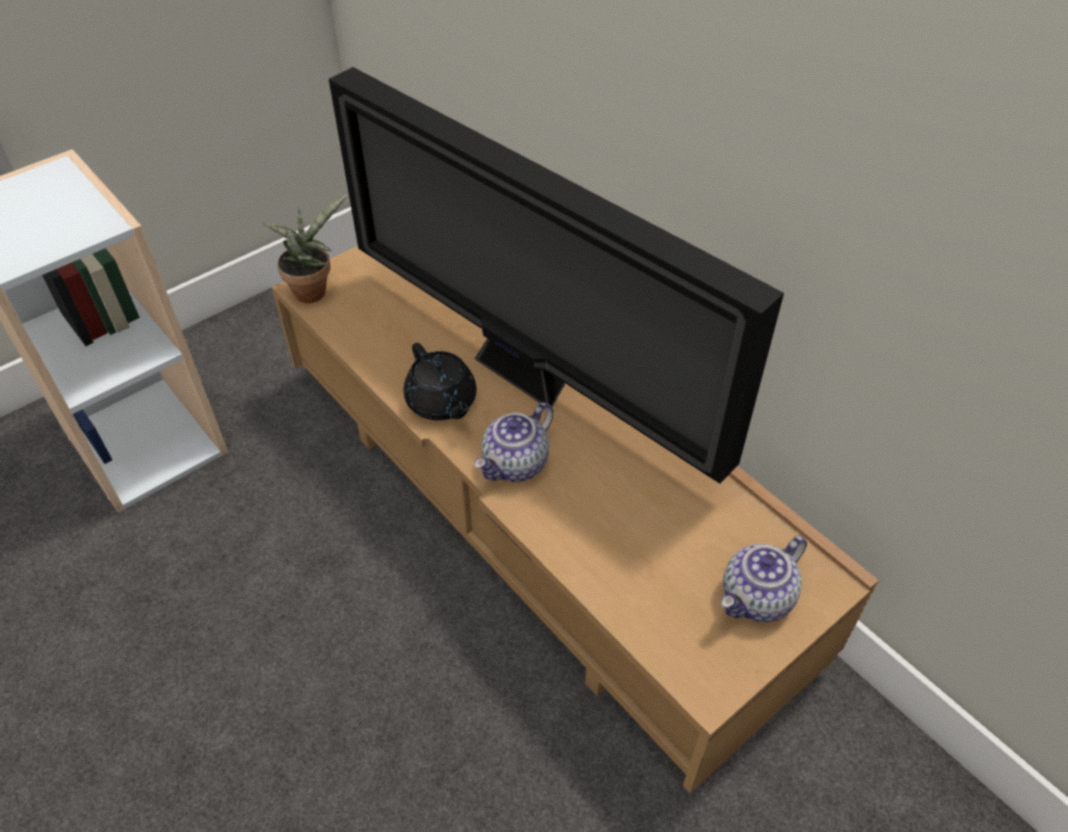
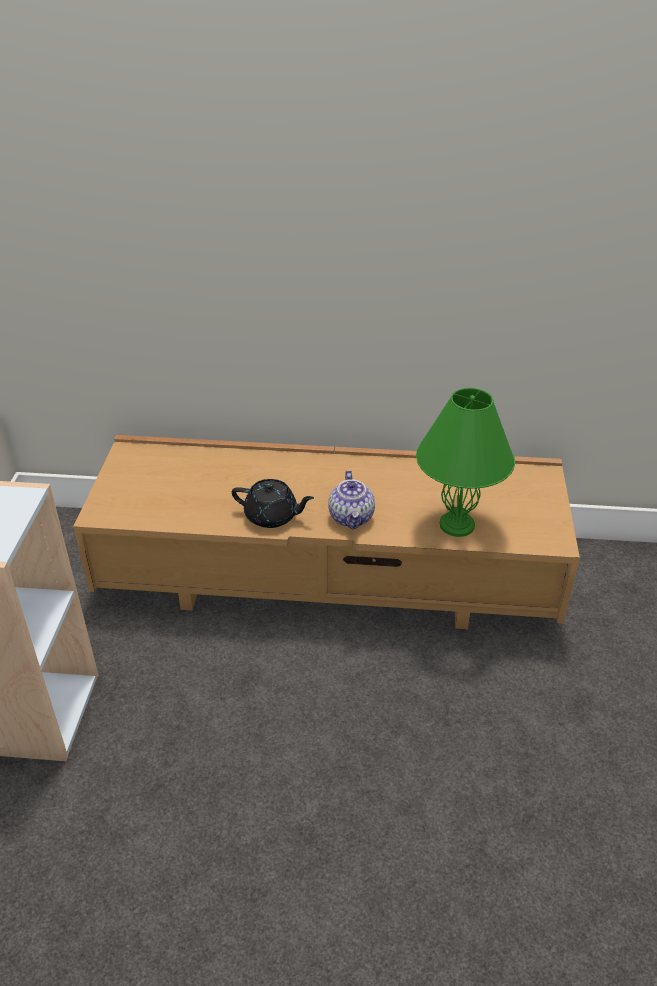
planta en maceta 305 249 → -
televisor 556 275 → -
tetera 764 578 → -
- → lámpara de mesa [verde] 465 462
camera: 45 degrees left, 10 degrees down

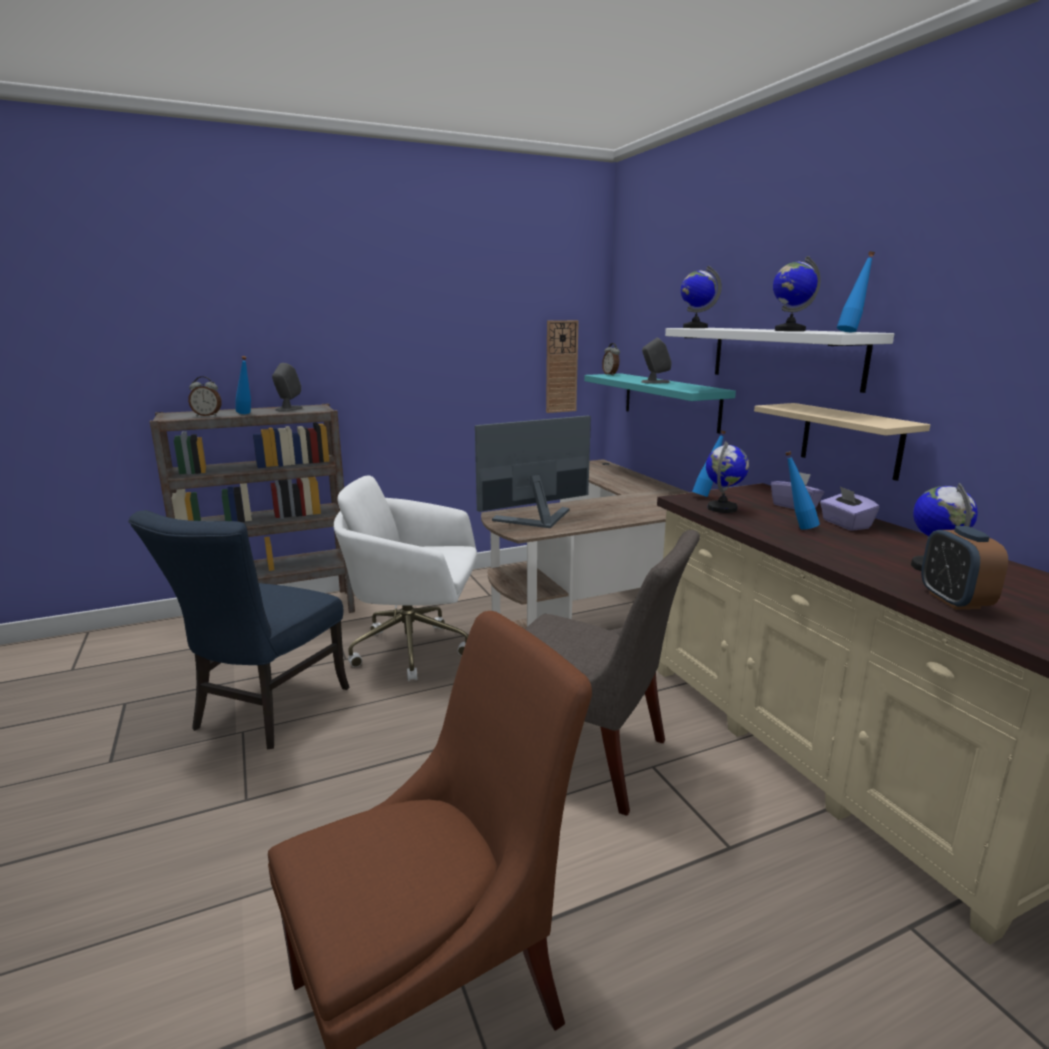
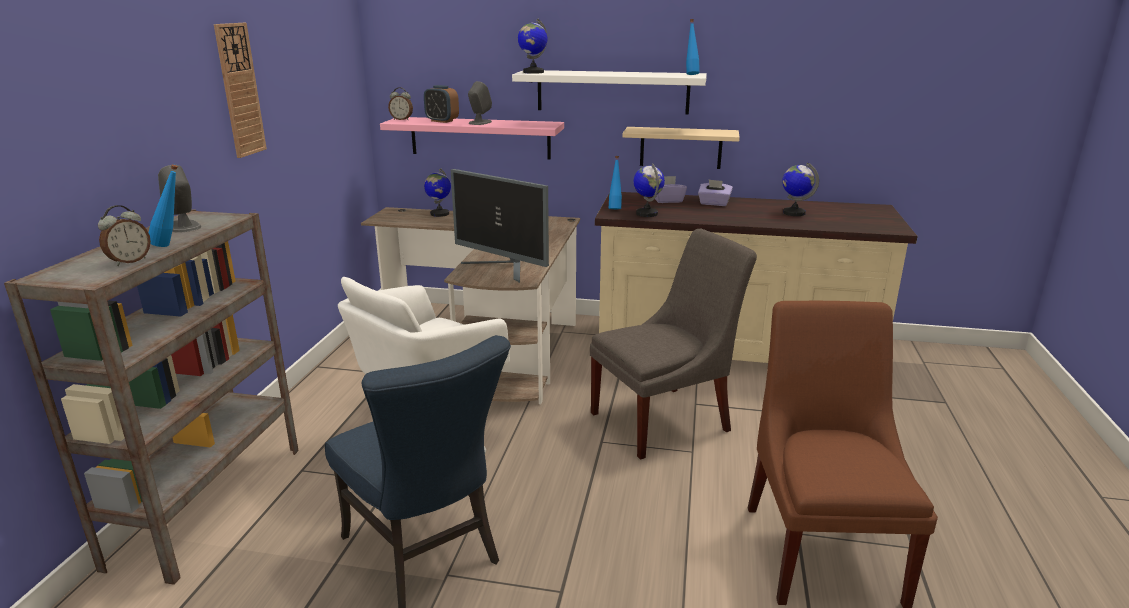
botella [azul] 802 490 → -
reloj de pared 562 366 → reloj de pared 240 90, move
globo terráqueo 797 293 → globo terráqueo 437 192, move
despertador 964 568 → despertador 441 104, move
estante [turquesa] 660 403 → estante [rosa] 472 138
monitor 533 472 → monitor 500 226, 60 degrees counterclockwise
camera: 55 degrees left, 5 degrees up

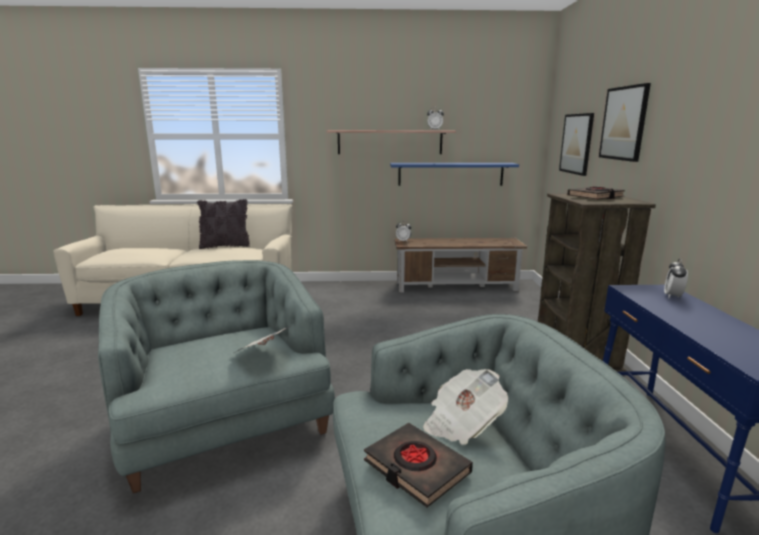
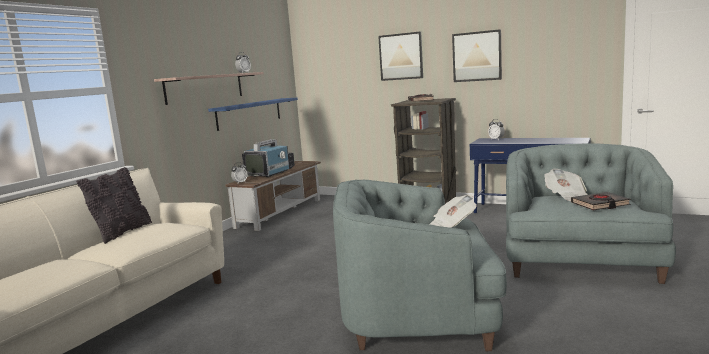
- → televisor 268 158
cuadro 576 144 → cuadro 477 55, move
camera: 60 degrees left, 5 degrees down

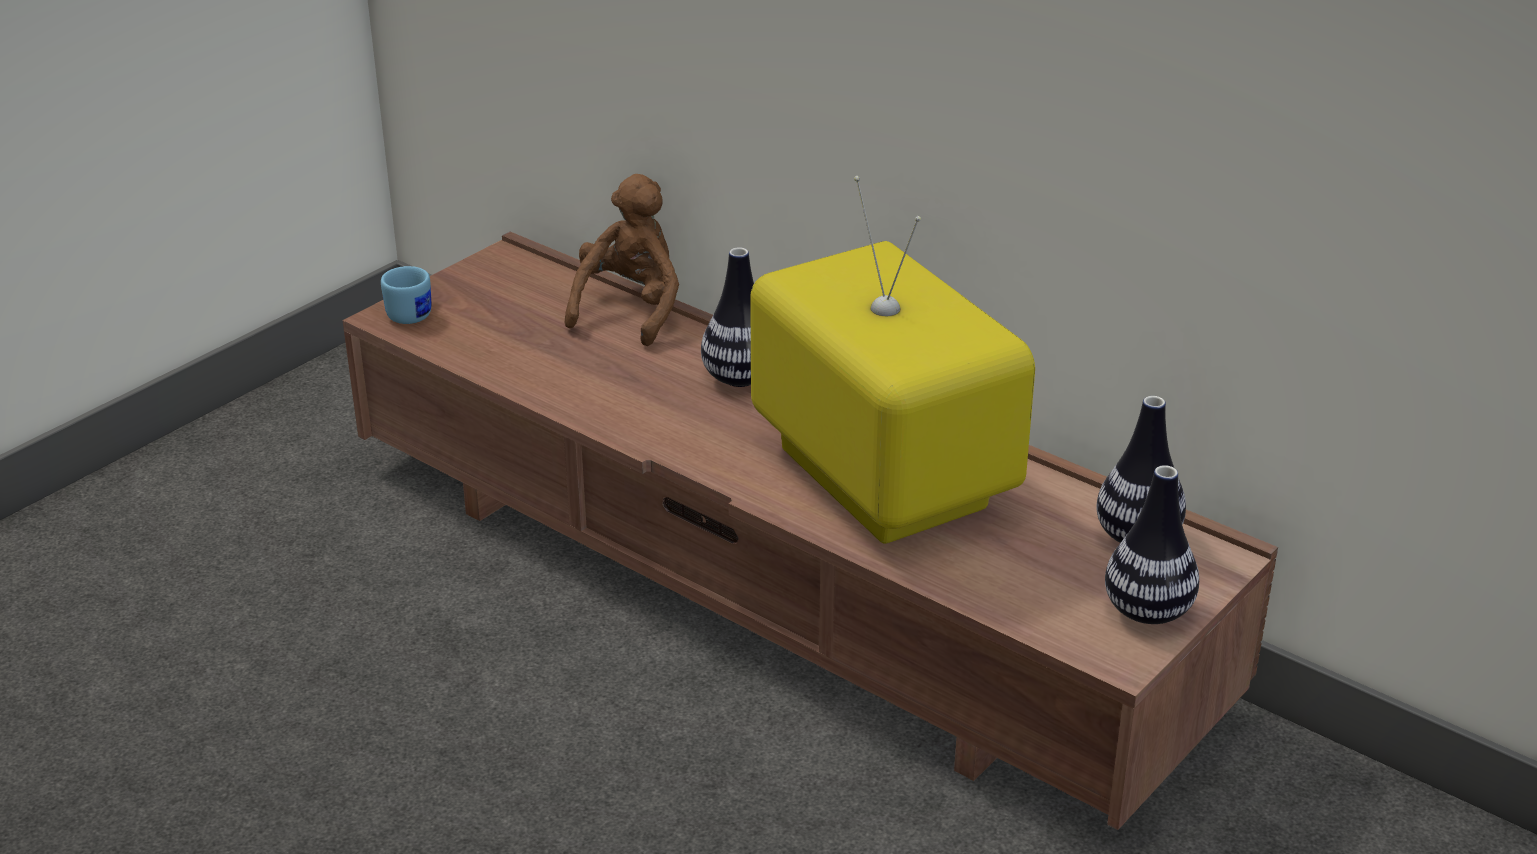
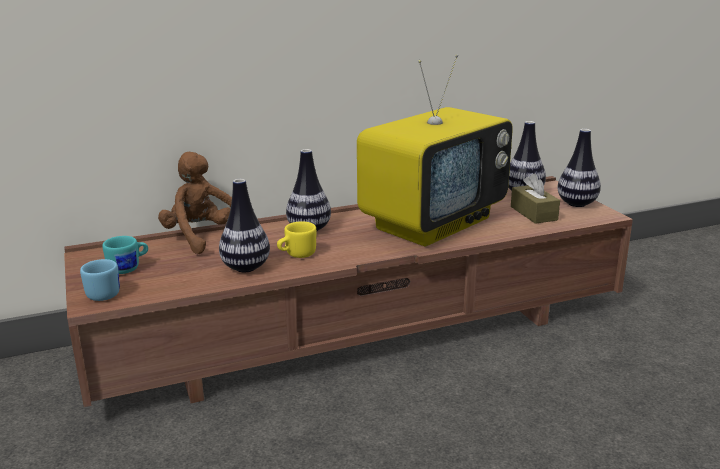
- → taza grande [turquesa] 125 255
- → florero 244 225
- → taza grande [amarillo] 296 239
- → caja de pañuelos [marrón] 535 199
televisor 892 360 → televisor 435 150, 135 degrees clockwise
camera: 60 degrees left, 10 degrees down

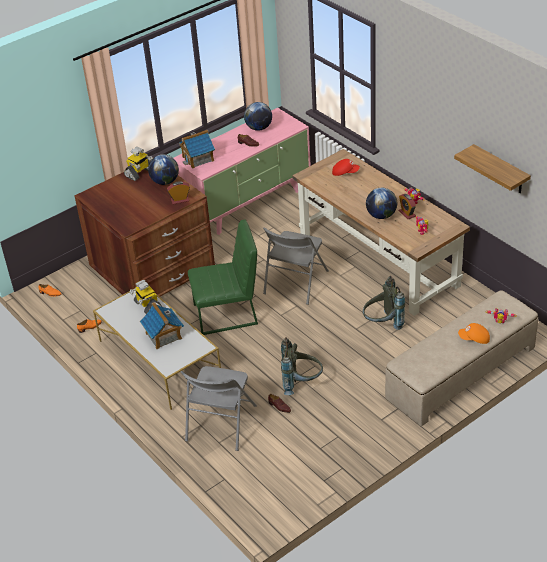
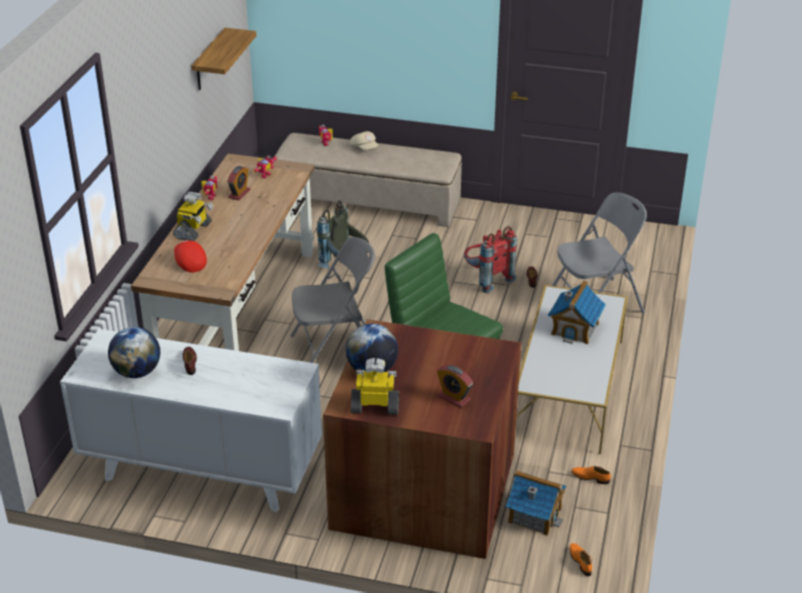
globo terráqueo 381 203 → -
robot de juguete 145 297 → robot de juguete 193 216, move
despertador 178 193 → despertador 455 386, move
casita 197 149 → casita 536 503, move
cómoda [rosa] 242 171 → cómoda [blanco] 191 420
mochila [gris] 302 366 → mochila [rojo] 490 259
gorra [naranja] 474 333 → gorra [beis] 364 140
camera: 130 degrees left, 5 degrees down

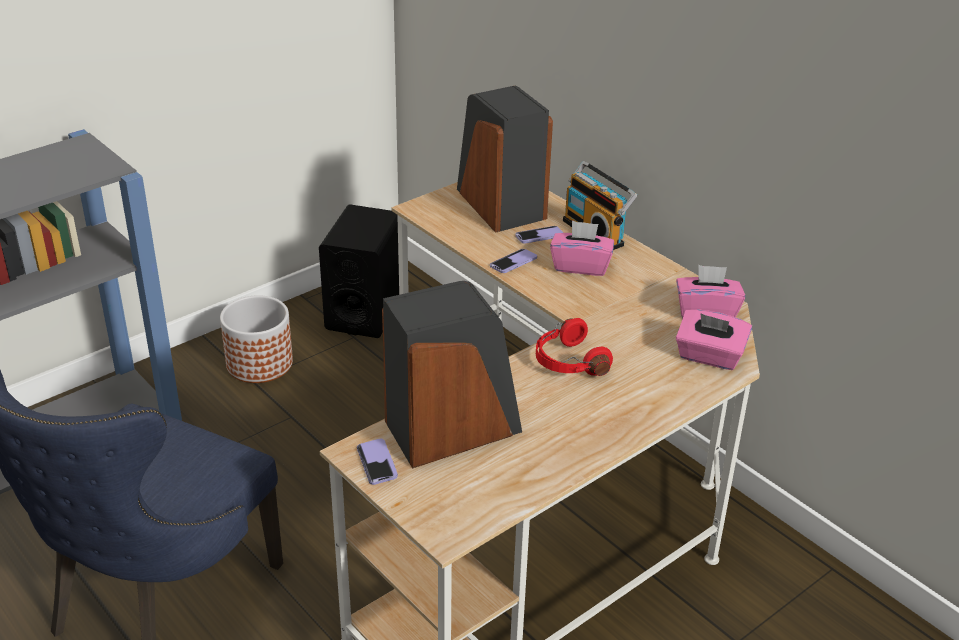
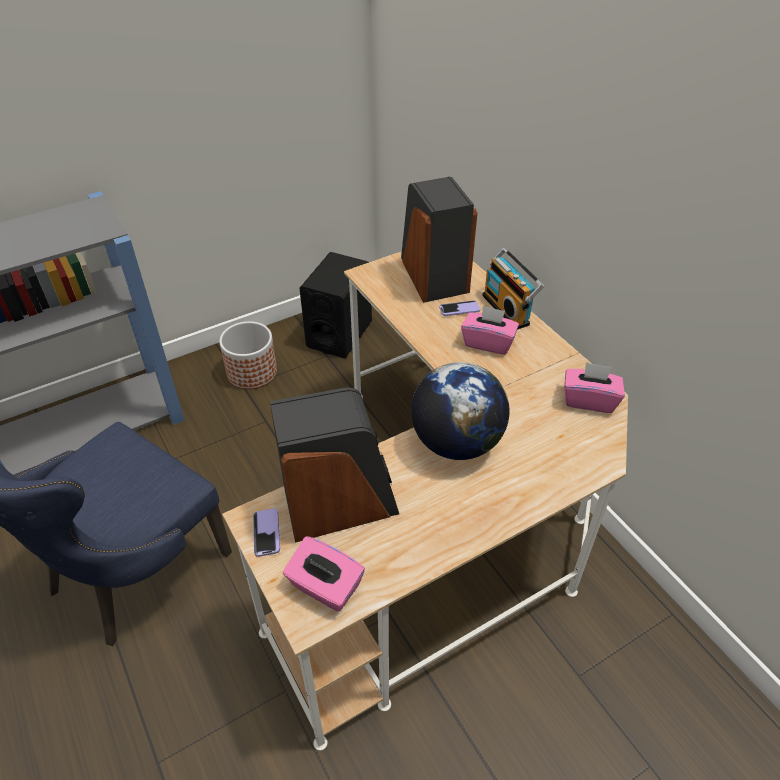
móvil 513 261 → -
caja de pañuelos [rosa] 714 339 → caja de pañuelos [rosa] 324 574, move
auriculares [rojo] 574 347 → globo terráqueo 460 411
camera: 10 degrees right, 10 degrees up

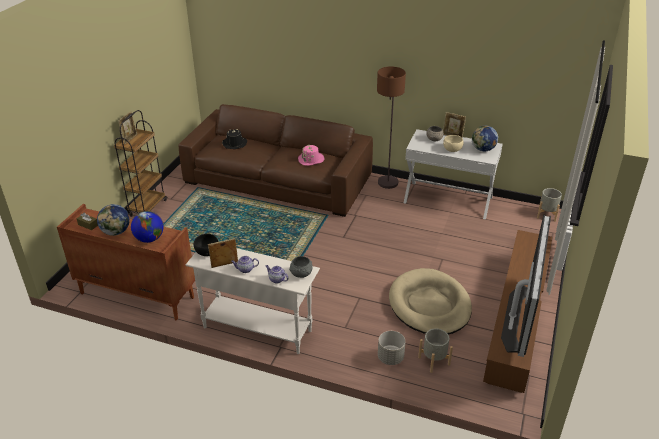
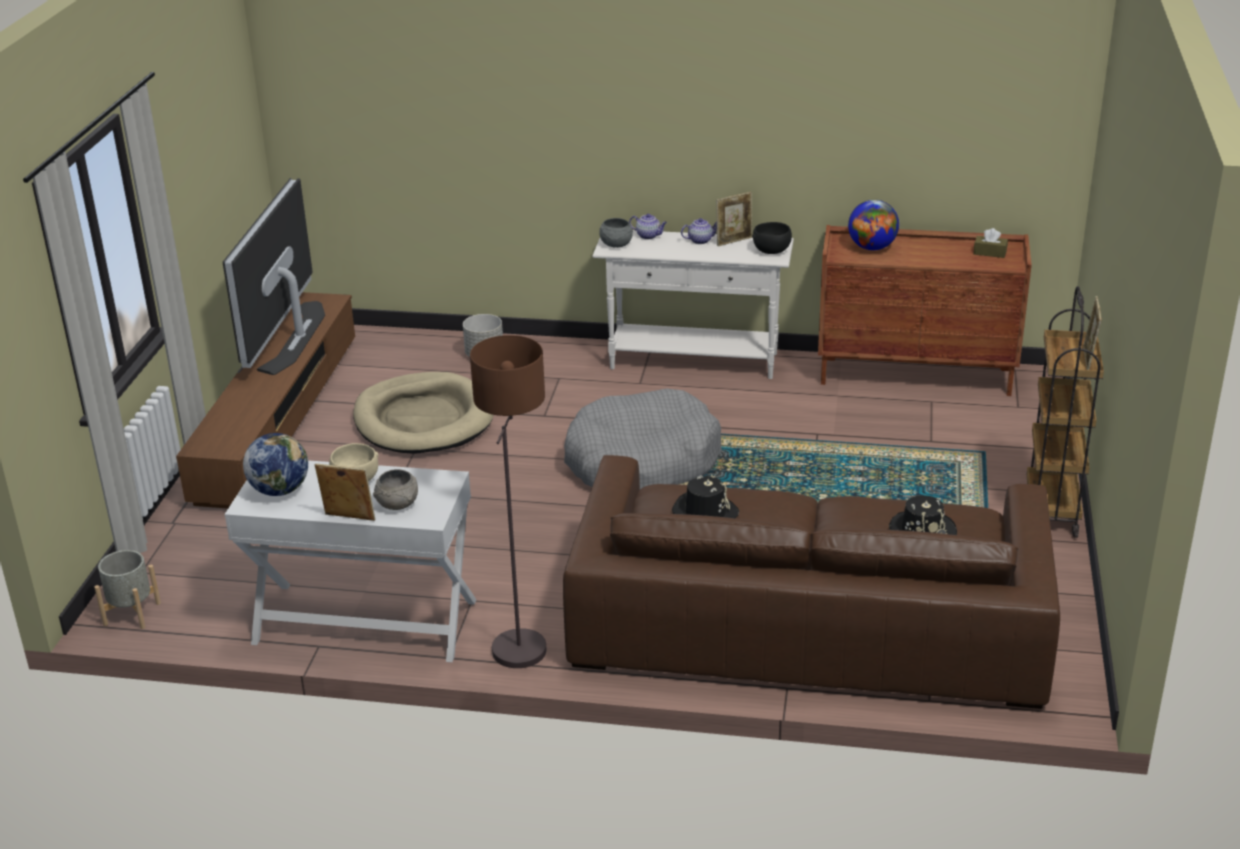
globo terráqueo 113 220 → -
maceta [gris] 435 350 → -
- → cama para perro [gris] 643 438
sombrero [rosa] 311 155 → sombrero [negro] 705 496
camera: 170 degrees right, 5 degrees down

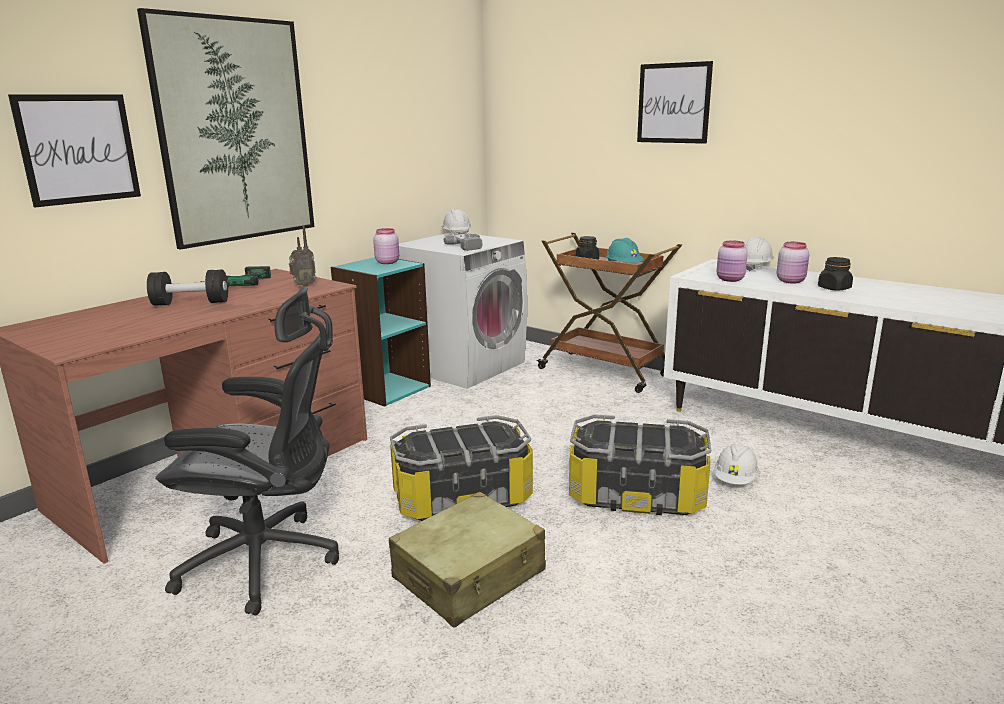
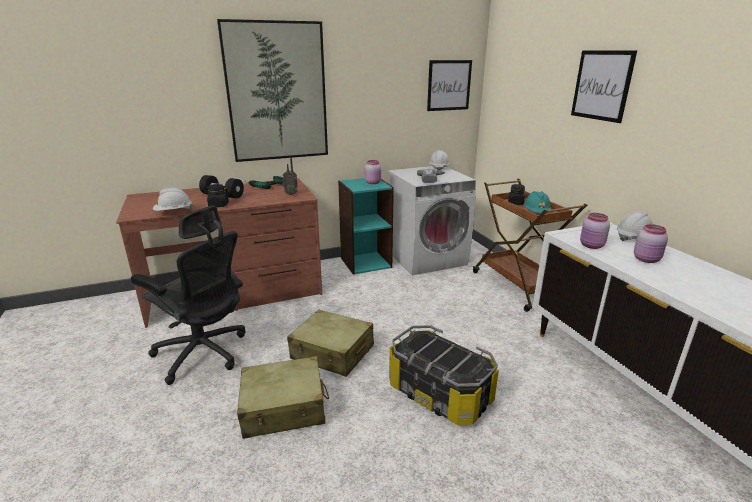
cuadro 74 150 → cuadro 449 85, move
casco [blanco] 736 464 → casco [blanco] 173 199, move
tarro [negro] 835 274 → tarro [negro] 217 195, move
caja de almacenaje 461 468 → maleta [beis] 330 343
camera: 30 degrees right, 5 degrees up

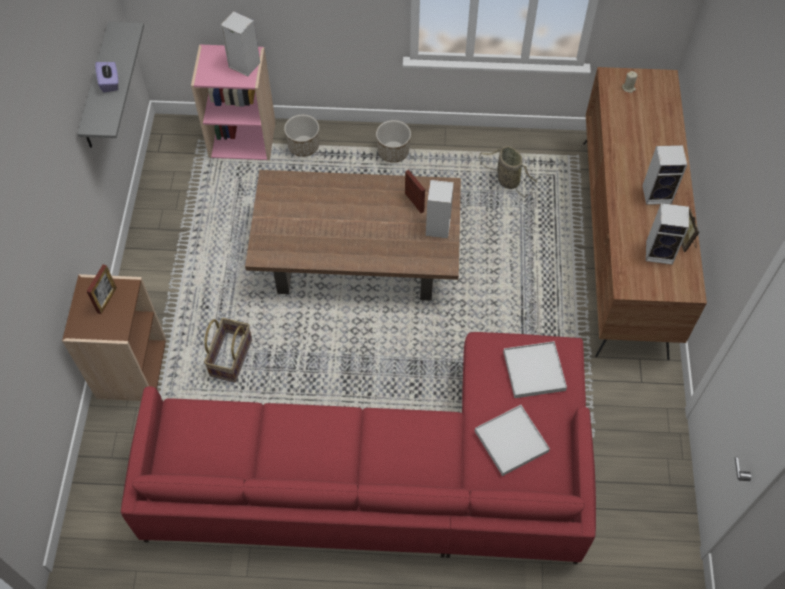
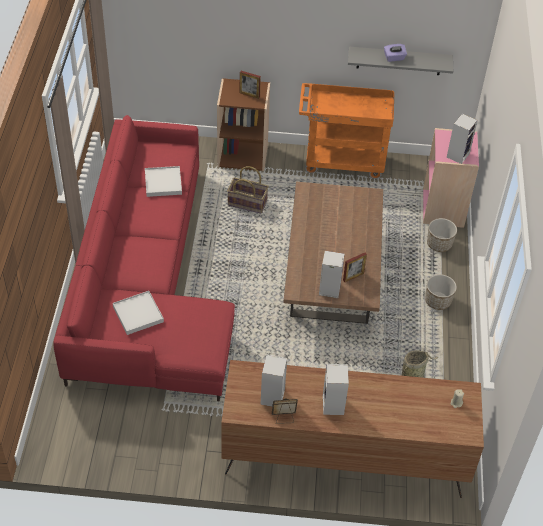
- → carrito [naranja] 346 131
bandeja [blanco] 535 369 → bandeja [blanco] 163 181, move
camera: 90 degrees right, 10 degrees down

